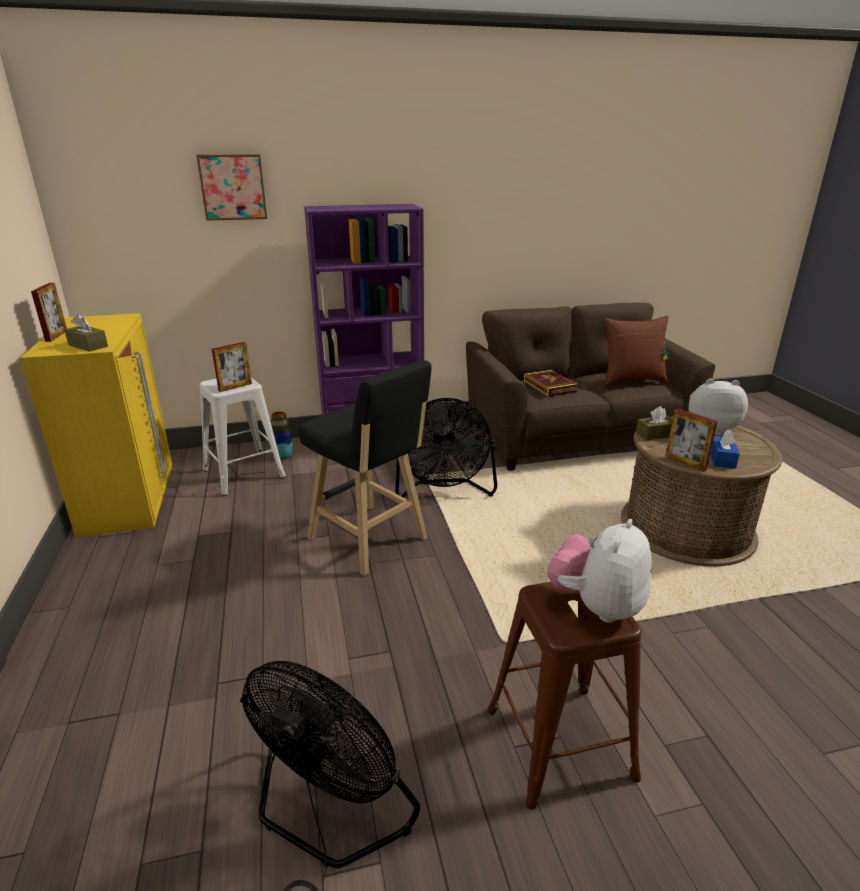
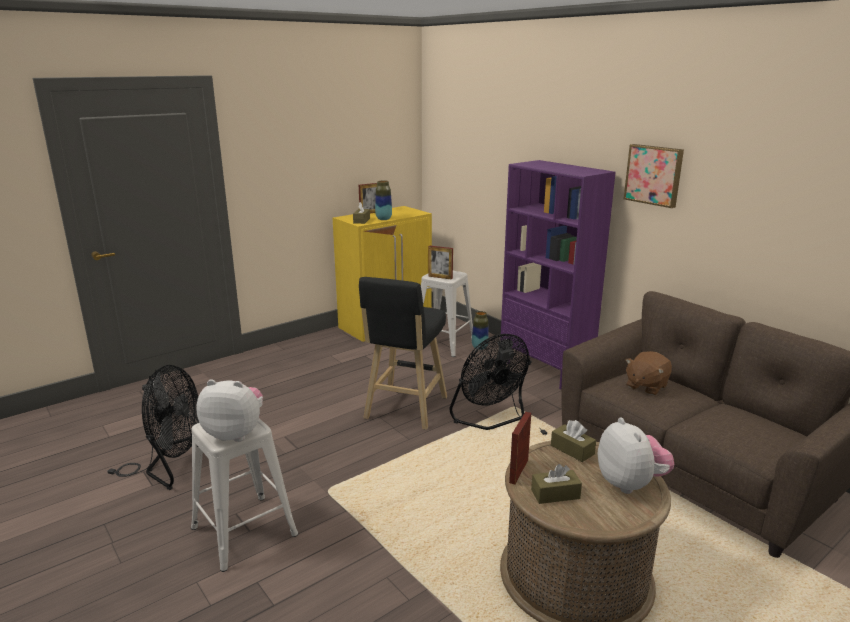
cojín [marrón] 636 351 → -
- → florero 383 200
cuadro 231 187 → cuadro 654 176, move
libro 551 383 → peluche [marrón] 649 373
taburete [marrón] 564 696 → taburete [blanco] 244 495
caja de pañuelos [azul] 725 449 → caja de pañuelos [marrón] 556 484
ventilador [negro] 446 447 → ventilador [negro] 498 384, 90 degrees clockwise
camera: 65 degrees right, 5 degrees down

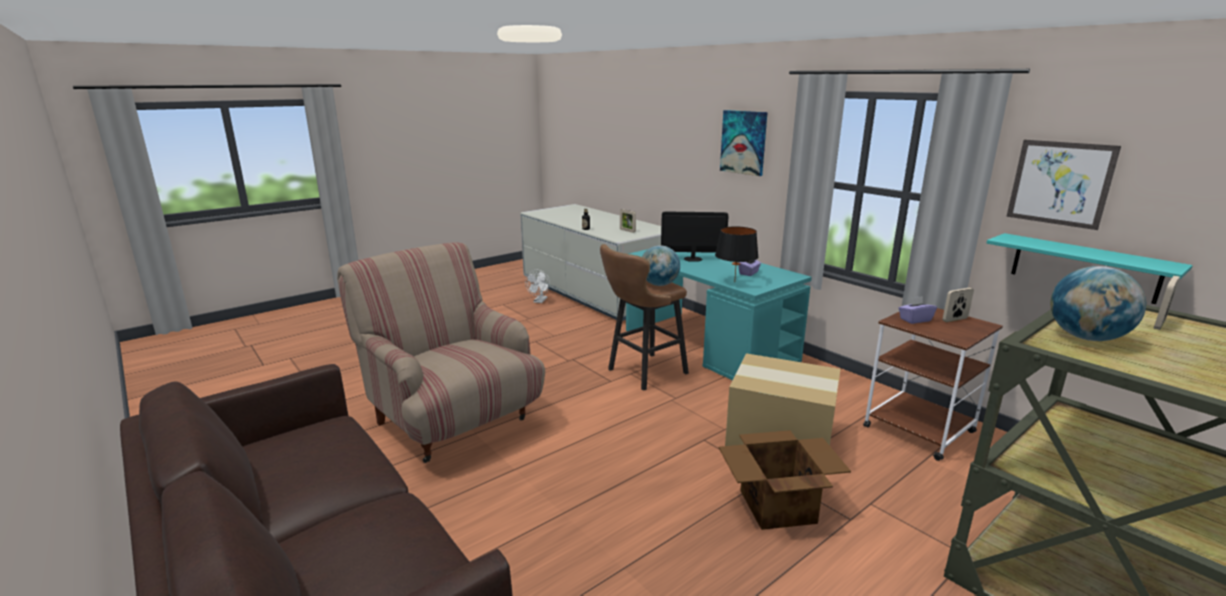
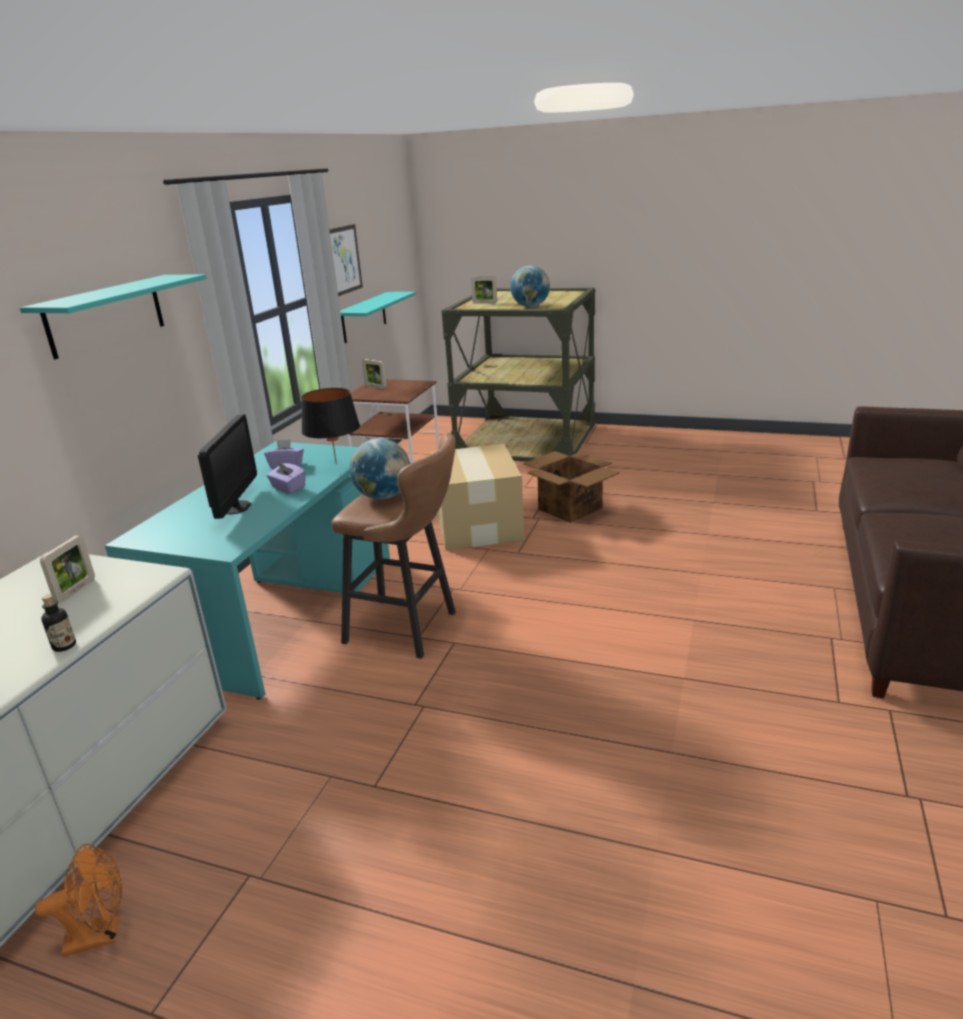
sillón [beis] 441 352 → -
caja de pañuelos [morado] 918 310 → caja de pañuelos [morado] 286 477, move
cuadro 744 143 → estante [turquesa] 113 316
ventilador [blanco] 537 286 → ventilador [naranja] 78 900
monitor 695 236 → monitor 227 466, 150 degrees counterclockwise
camera: 120 degrees left, 5 degrees up

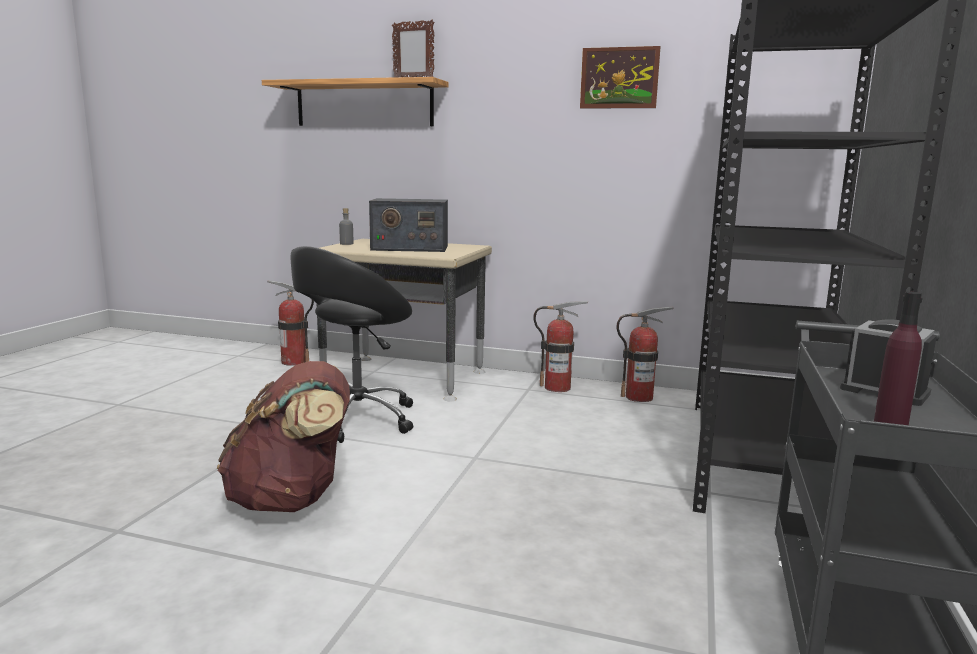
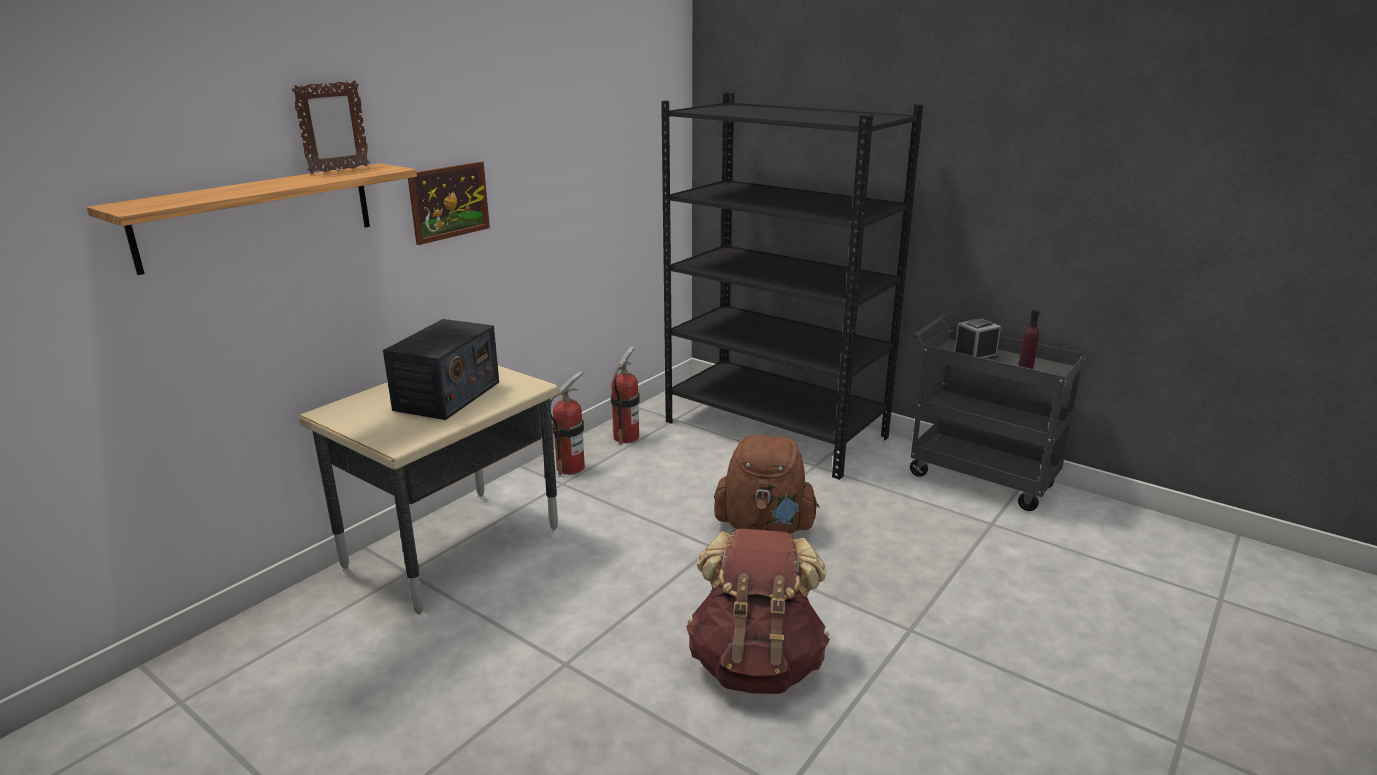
extintor 290 323 → -
silla de oficina [negro] 352 344 → -
botella [gris] 346 226 → -
- → mochila [marrón] 766 484
cuadro 620 77 → cuadro 449 203, move
camera: 70 degrees left, 10 degrees up

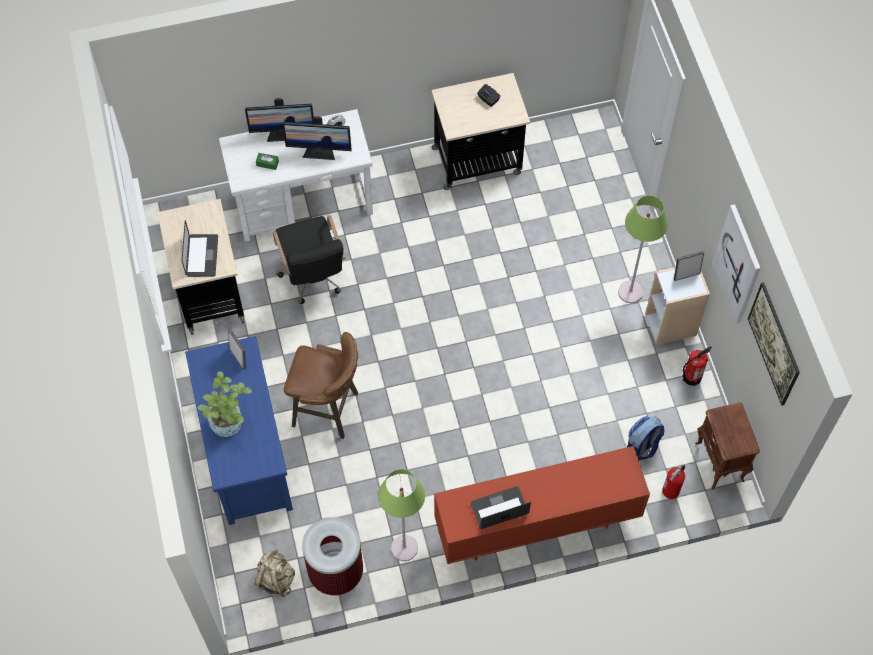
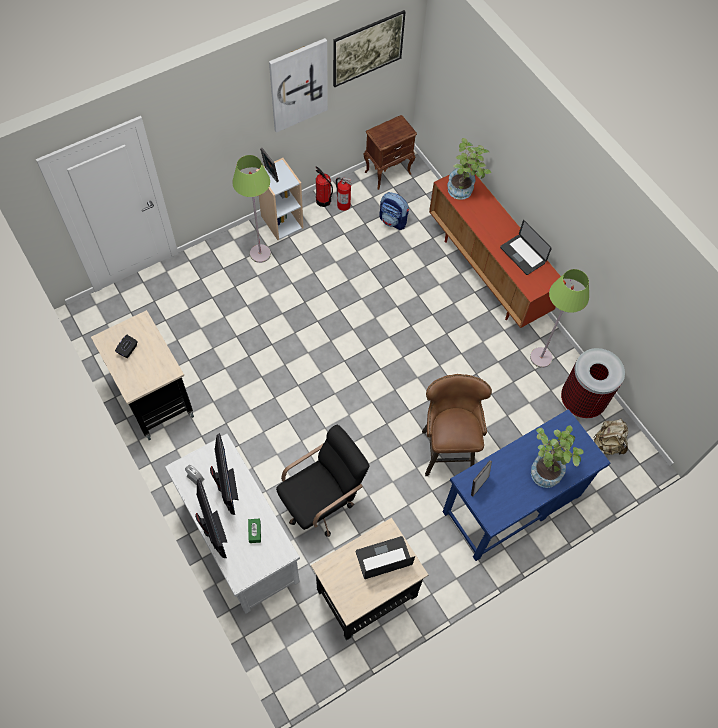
- → planta en maceta 469 169
extintor 673 482 → extintor 344 194, move
camera: 110 degrees left, 0 degrees up

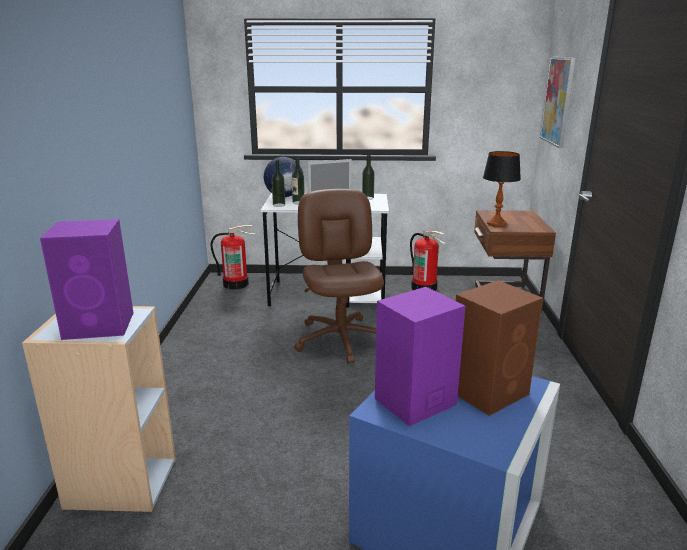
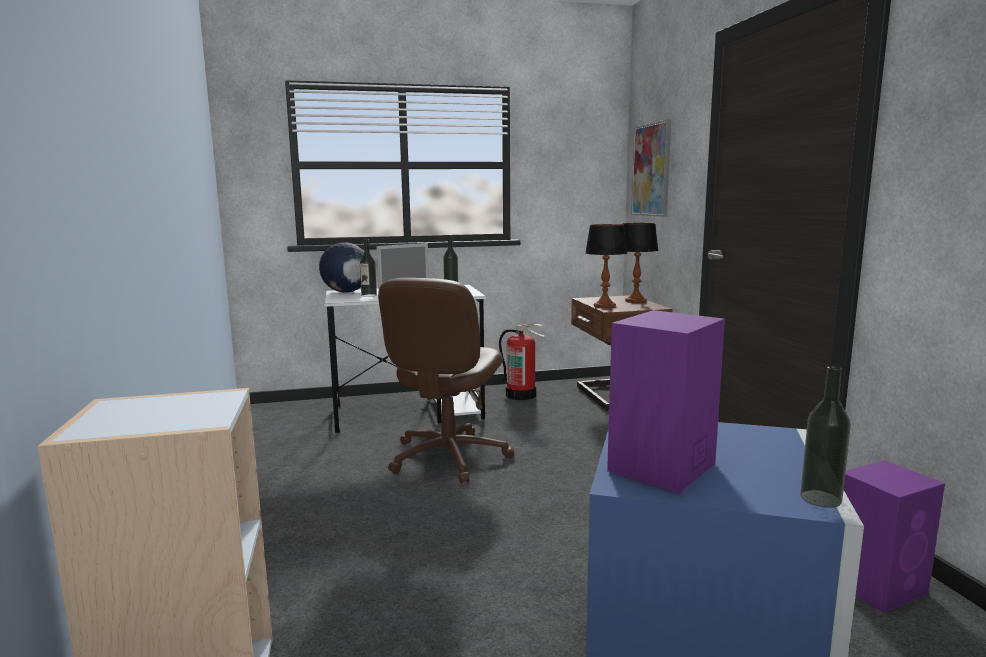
extintor 232 257 → -
altavoz [marrón] 499 348 → -
- → lámpara de mesa 640 263
altavoz [morado] 86 279 → altavoz [morado] 894 536, move
botella 278 183 → botella 825 437, move
silla de oficina [marrón] 339 276 → silla de oficina [marrón] 446 380, 135 degrees counterclockwise
camera: 15 degrees left, 10 degrees down

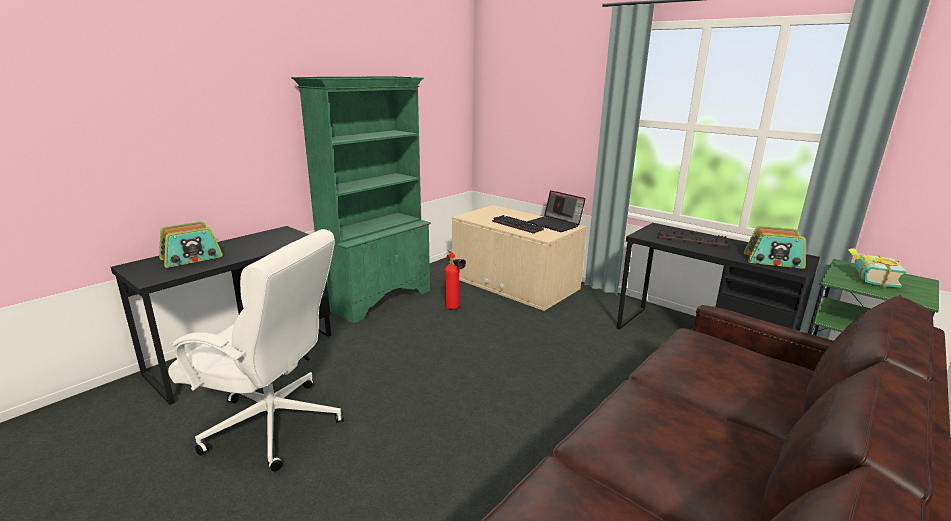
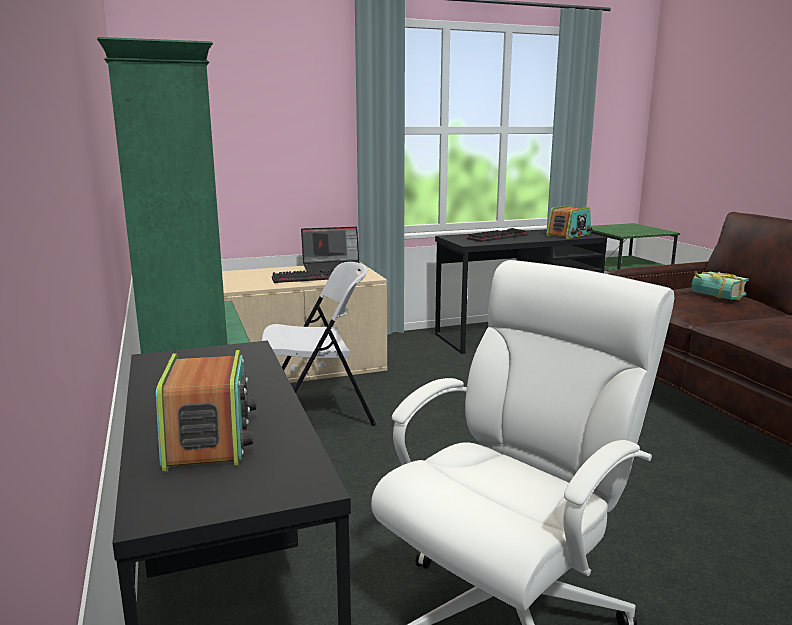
libro 878 268 → libro 720 285, move
extintor 455 280 → silla [blanco] 319 344
camera: 60 degrees left, 5 degrees down

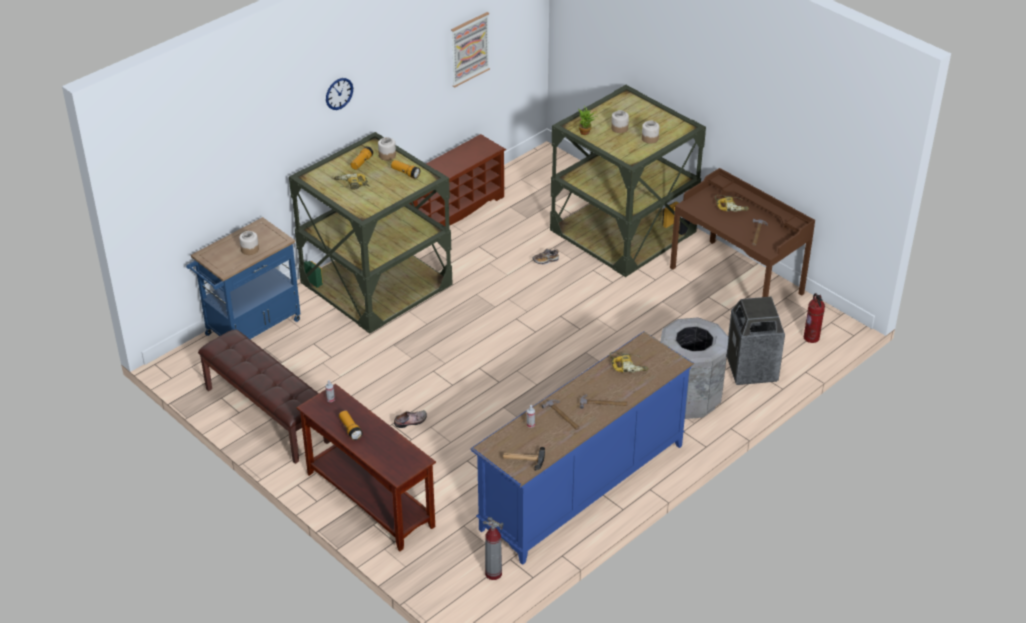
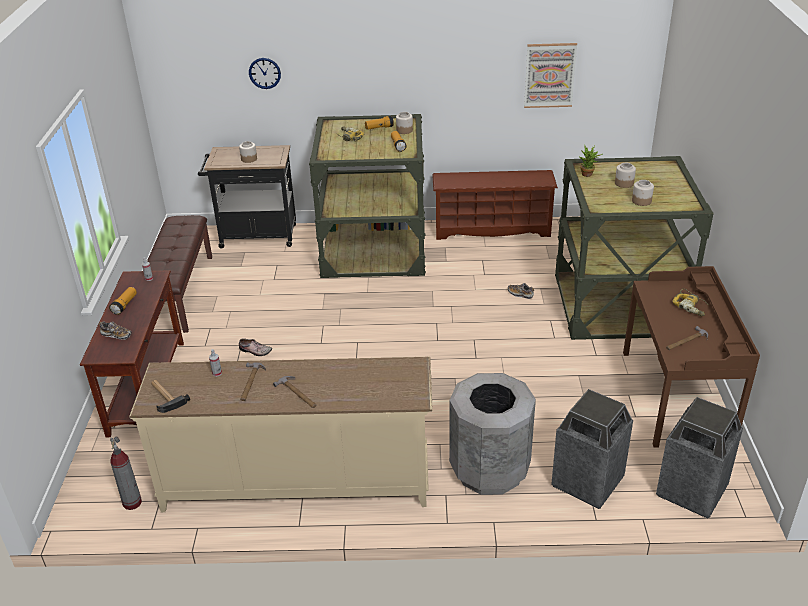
taladro 629 362 → -
- → zapato 115 330
reloj de pared 339 94 → reloj de pared 265 73, move
extintor 814 318 → papelera 699 458
carrito [azul] 243 278 → carrito [negro] 247 197
armario [azul] 582 448 → armario [beis] 281 434
camera: 45 degrees right, 5 degrees down

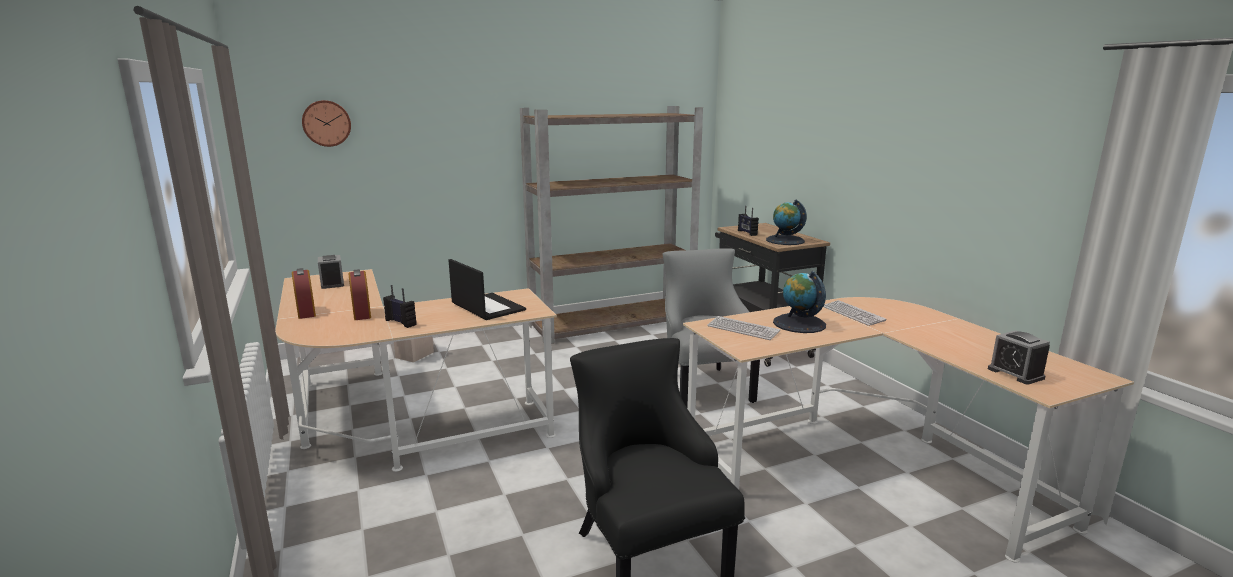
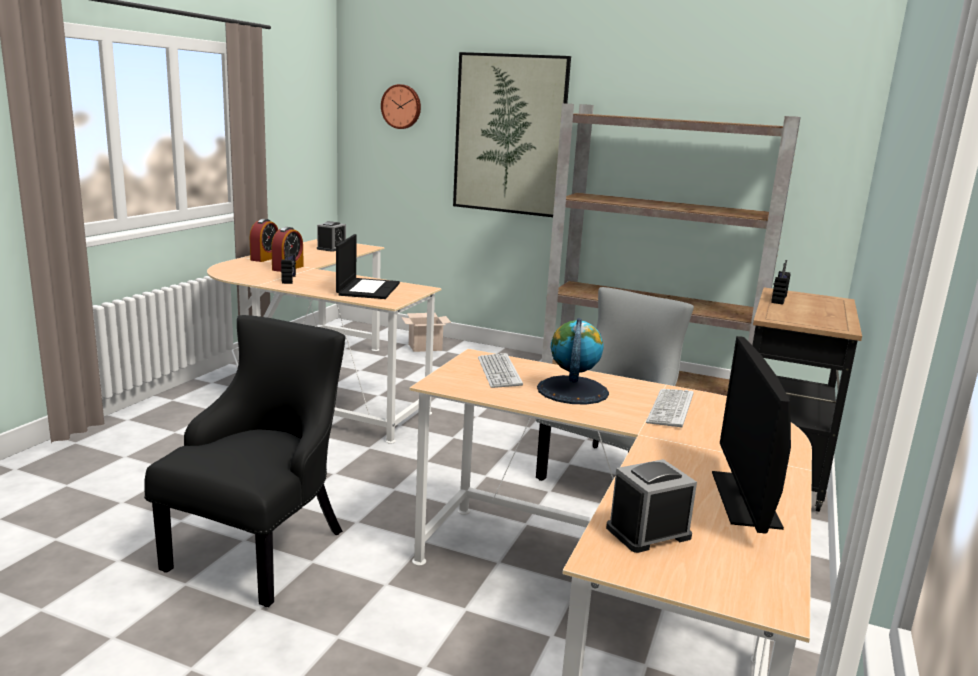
globo terráqueo 786 222 → -
- → cuadro 512 134
- → monitor 751 434
despertador 1019 357 → despertador 651 506, 45 degrees clockwise
camera: 45 degrees right, 0 degrees up

